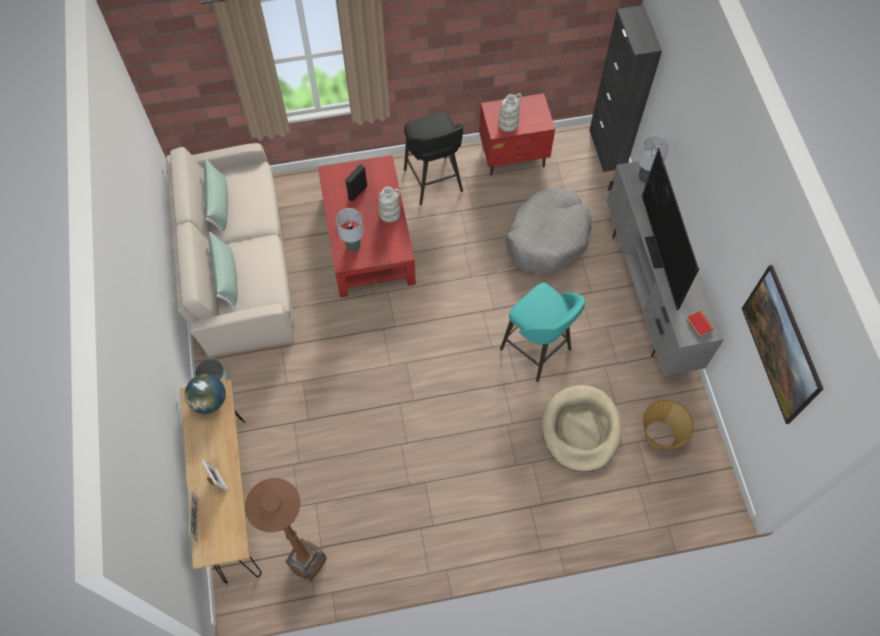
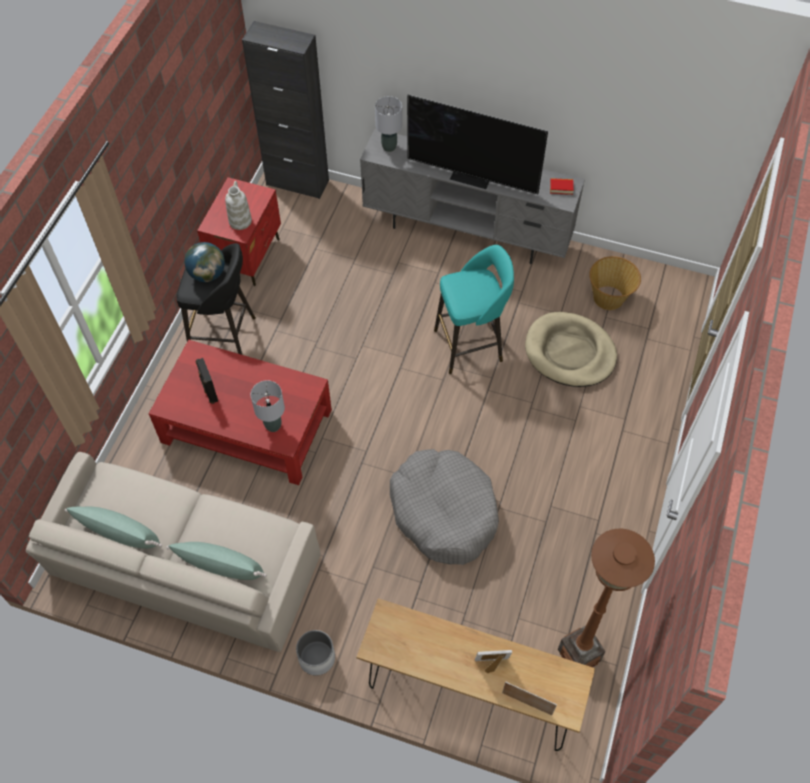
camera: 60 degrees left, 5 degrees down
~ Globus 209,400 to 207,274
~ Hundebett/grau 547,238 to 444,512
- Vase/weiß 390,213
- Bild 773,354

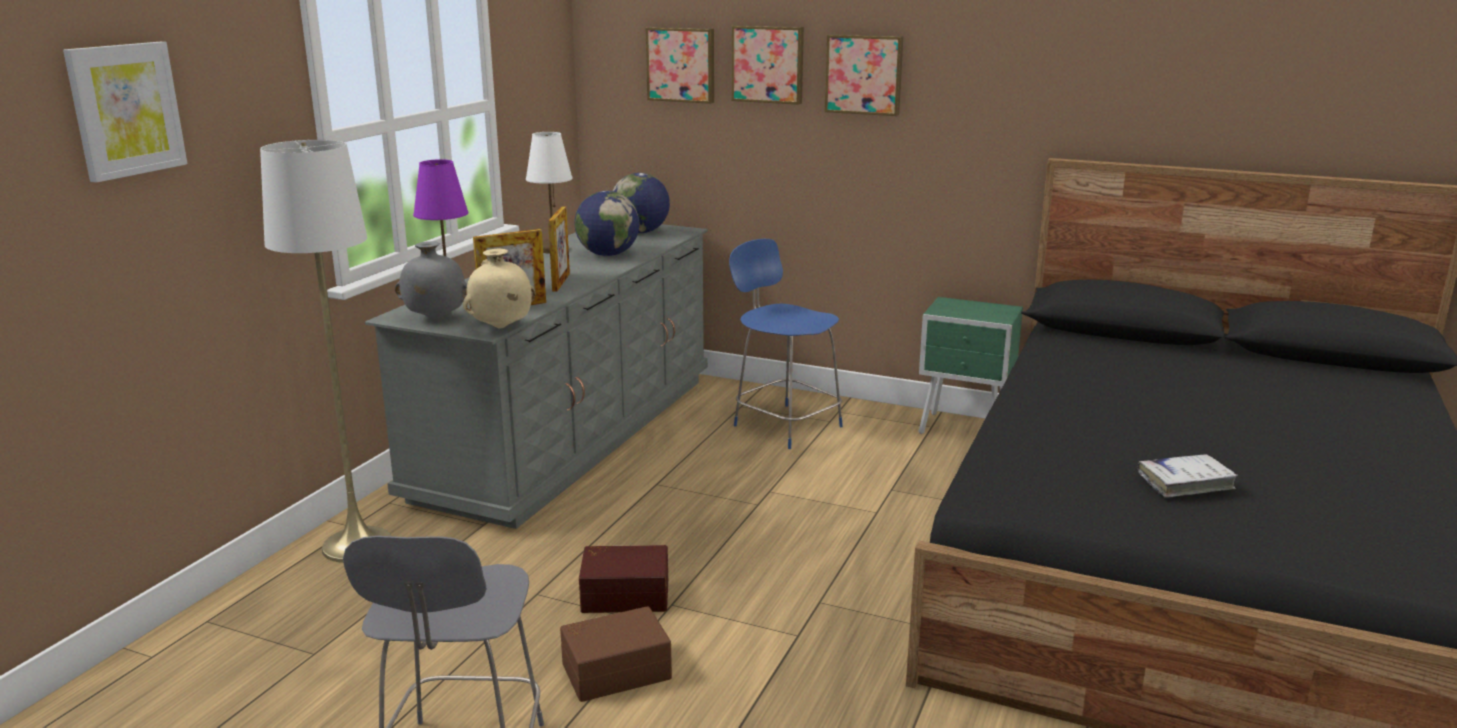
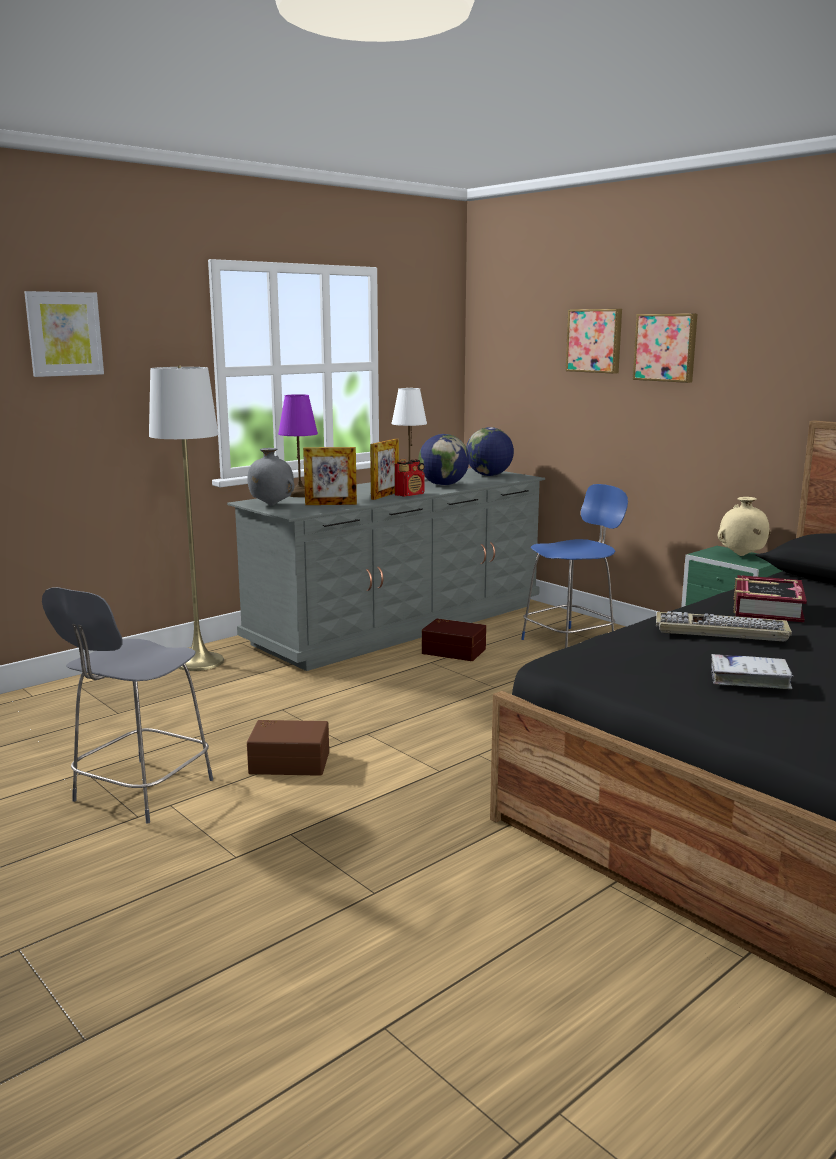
camera: 25 degrees right, 5 degrees down
+ Radio 410,495
~ Aufbewahrungsbox/braun 625,594 to 454,650
~ Stuhl/blau 785,425 = 570,642 75 degrees clockwise
+ Tastatur 720,630
~ Vase/beige 501,328 to 741,555
+ Buch 767,608
- Bild 681,64

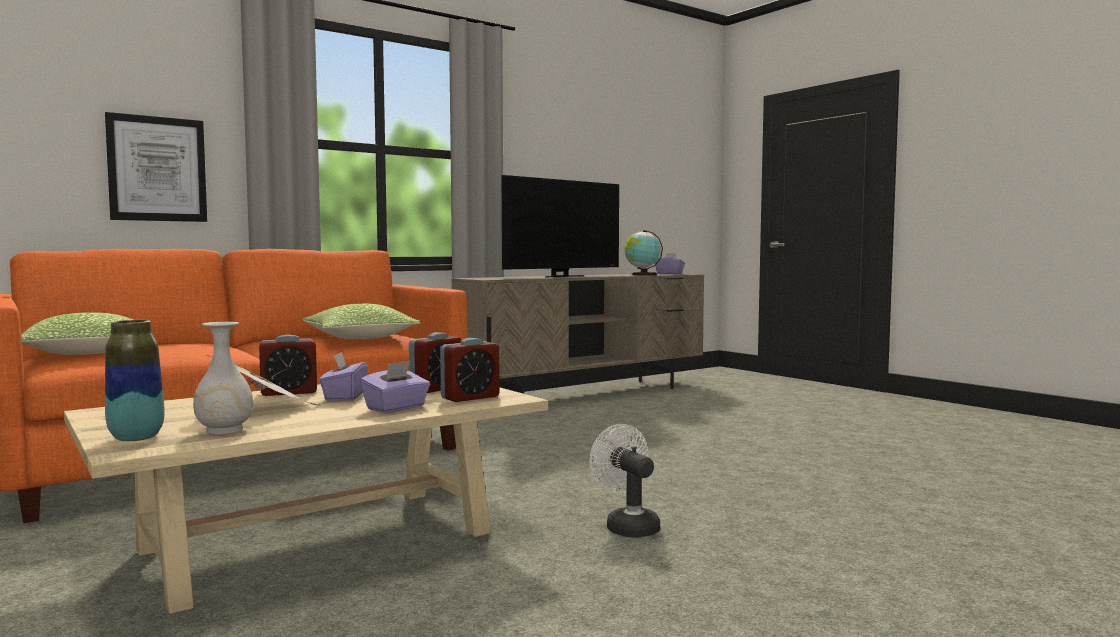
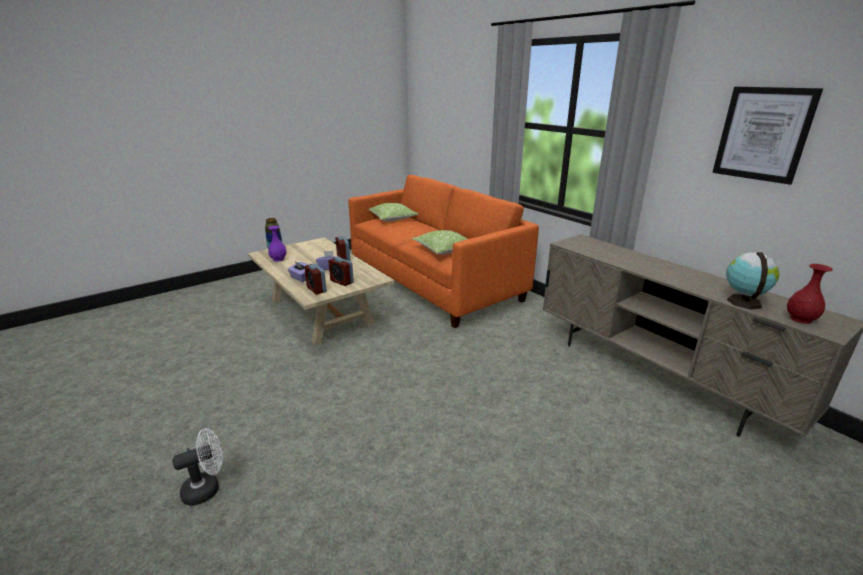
camera: 90 degrees right, 20 degrees up
~ Ventilator/weiß 627,526 to 207,488
~ Vase/weiß 224,430 to Vase/lila 278,259
~ Bild 157,169 to 763,134
~ Taschentuchbox/lila 669,274 to Vase/rot 800,319
- Zeitung 266,408
- Fernseher 562,276

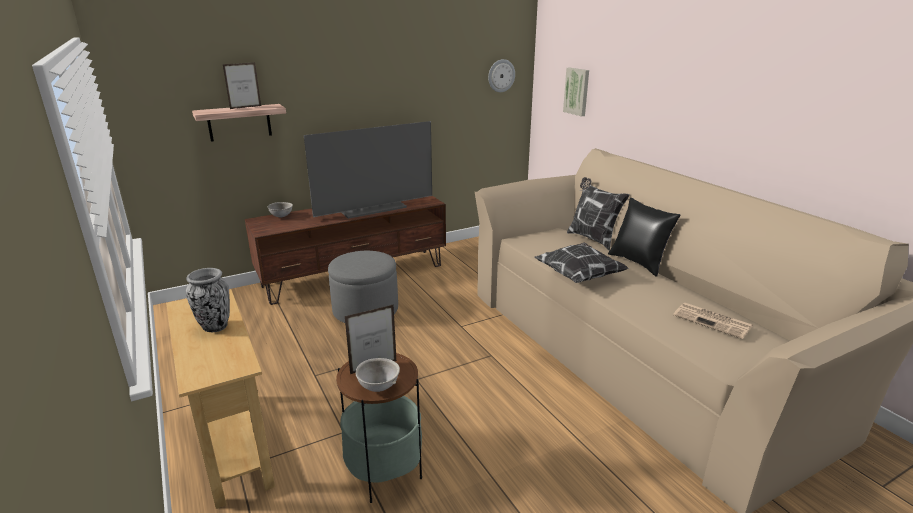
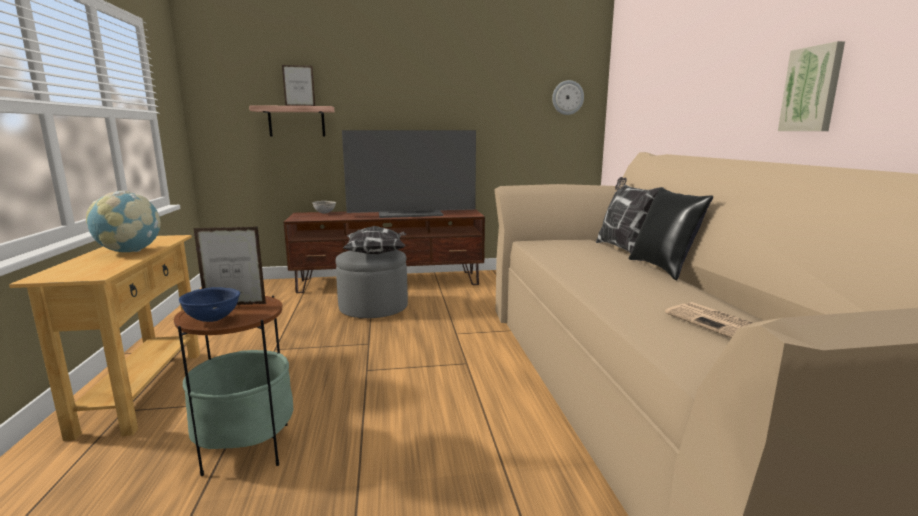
camera: 20 degrees right, 10 degrees down
~ Vase 215,327 to Globus 130,251
~ Schüssel/grau 379,387 to Schüssel/blau 214,319
~ Kissen 578,276 to 377,254
~ Bild 577,91 to 812,89

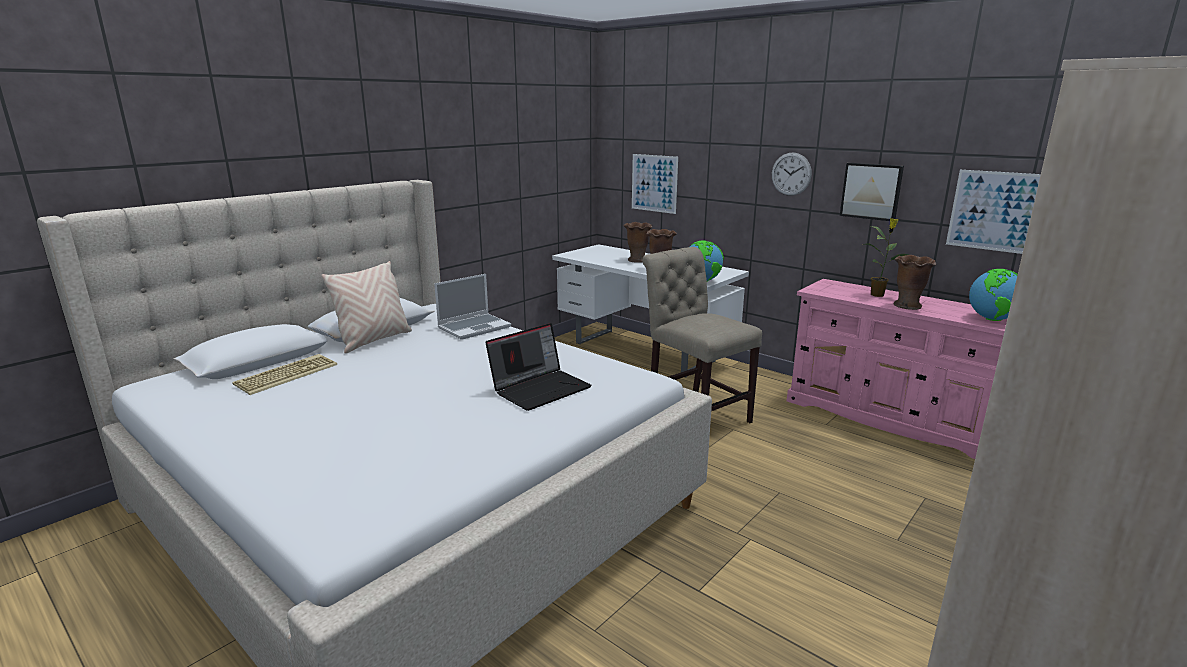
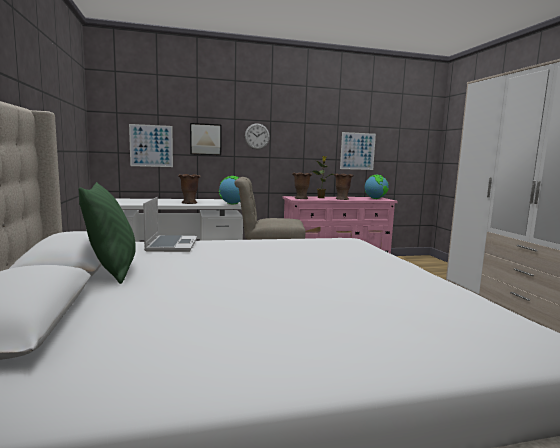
camera: 55 degrees left, 10 degrees down
~ Kissen/beige 374,340 to Kissen/grün 112,270
~ Bild 871,191 to 205,139
~ Vase/braun 637,260 to 301,198
- Tastatur 287,374
- Laptop 540,388

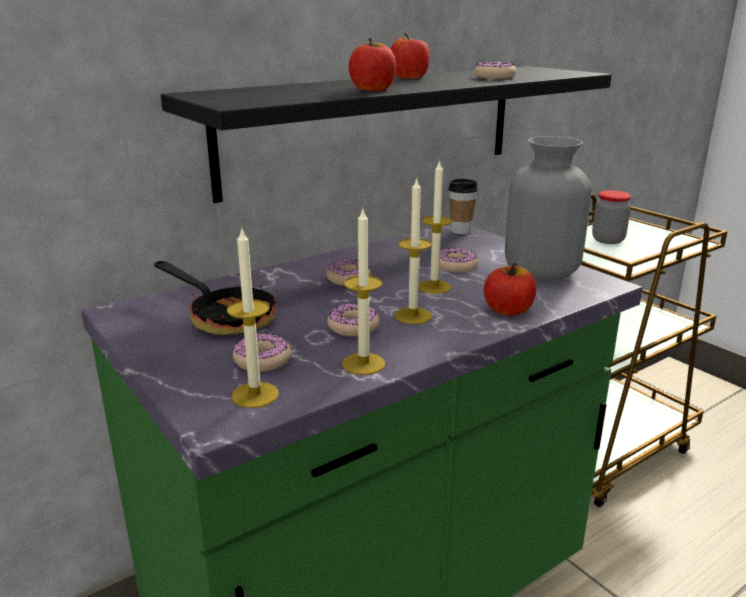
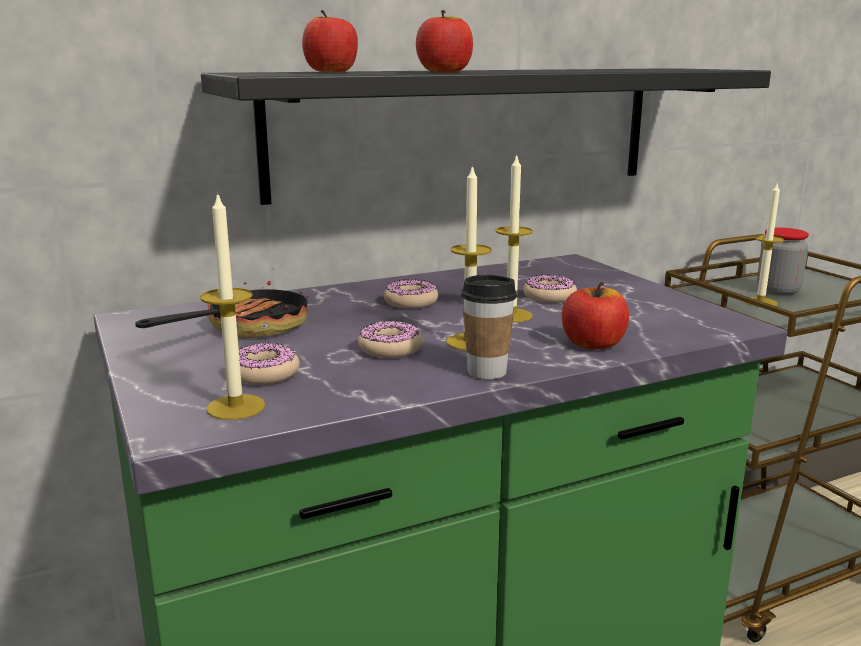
camera: 10 degrees right, 5 degrees down
~ Pfanne 225,316 = 246,329 105 degrees counterclockwise
~ Apfel 409,78 to 331,71
~ Tasse 460,231 to 487,372
~ Kerze 363,364 to 760,302
- Donut 494,77
- Vase/grau 541,272

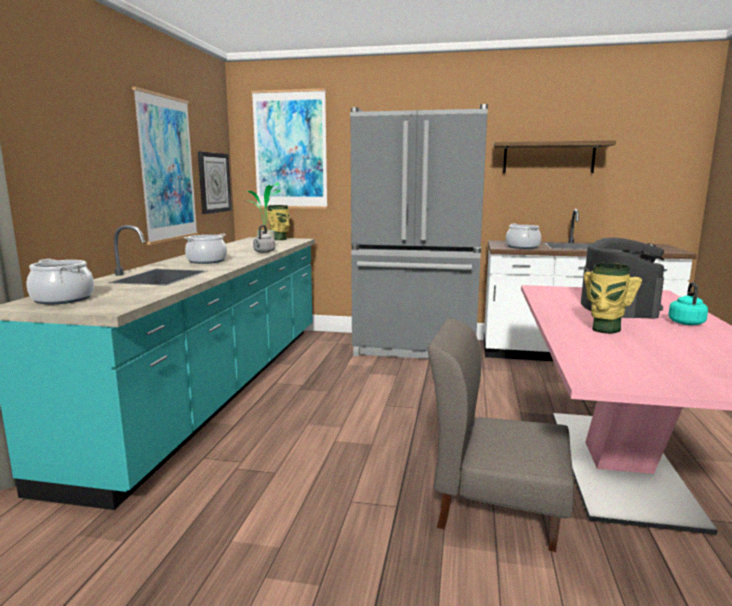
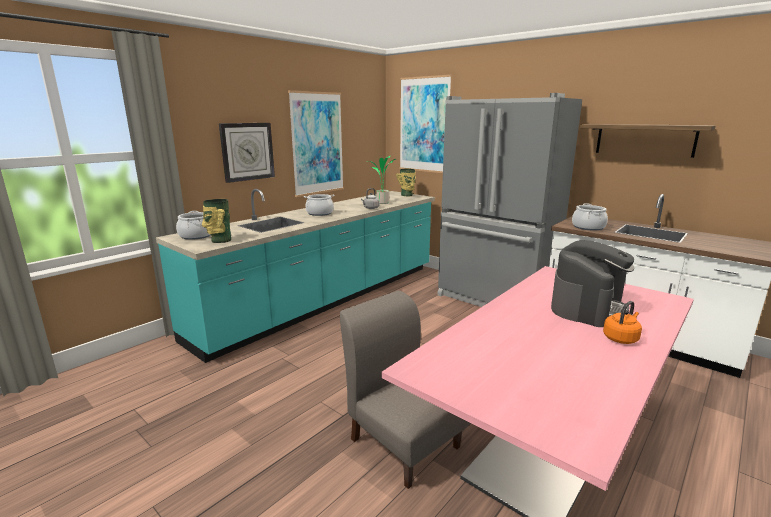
camera: 30 degrees right, 5 degrees up
~ Vase 604,329 to 220,240
~ Wanduhr 214,182 to 247,151
~ Wasserkessel/türkis 685,322 to Wasserkessel/orange 621,338

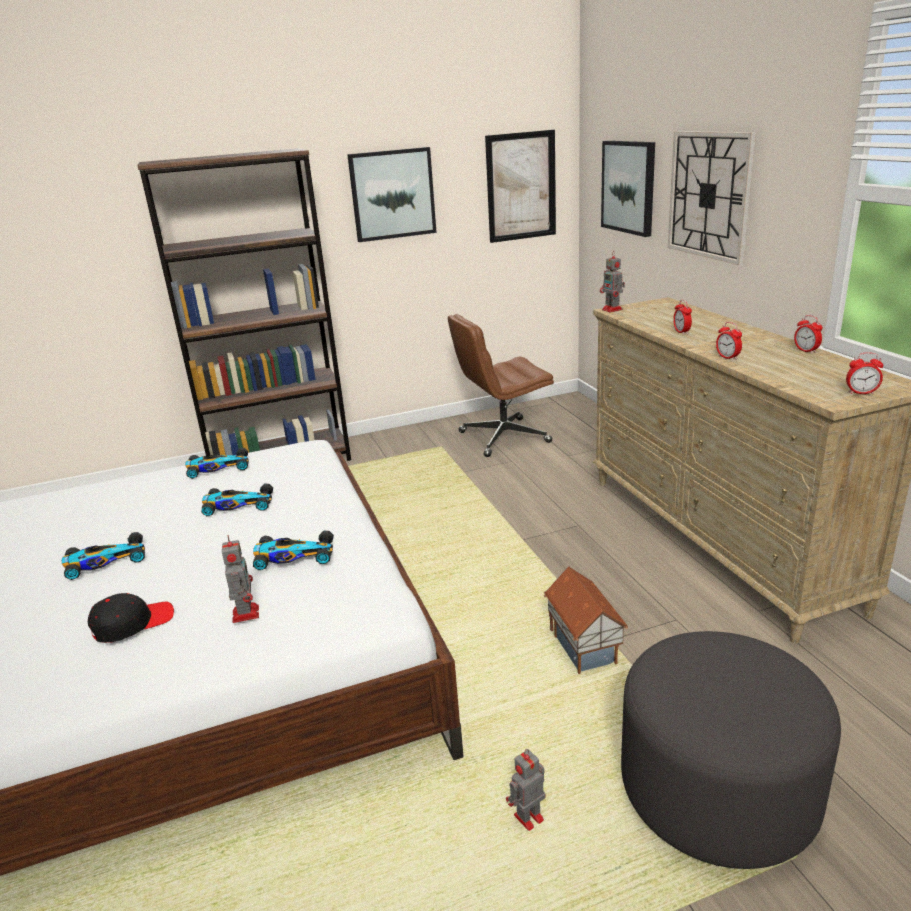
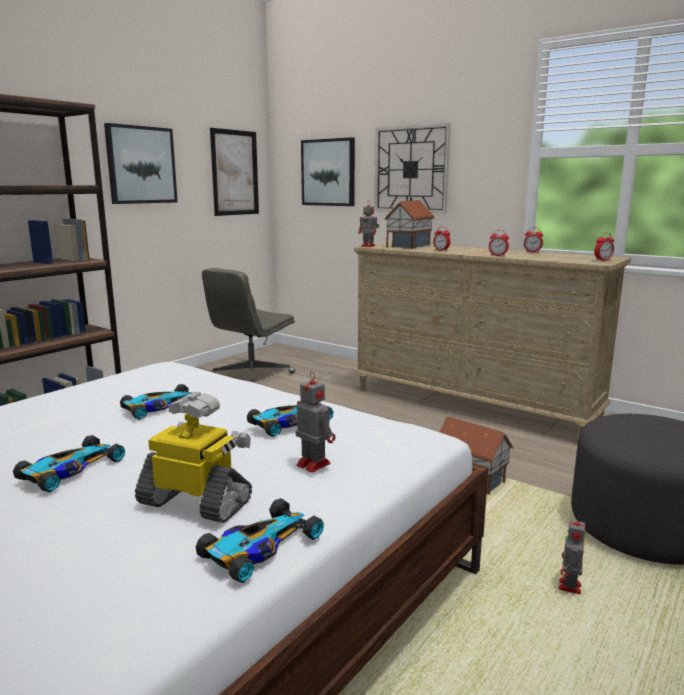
camera: 35 degrees left, 10 degrees down
~ Kappe/schwarz 133,623 to Spielzeugroboter 197,502
~ Spielzeugauto 217,468 to 259,548
~ Bürostuhl/braun 503,437 to Bürostuhl/grau 251,376
+ Spielzeughaus 408,246

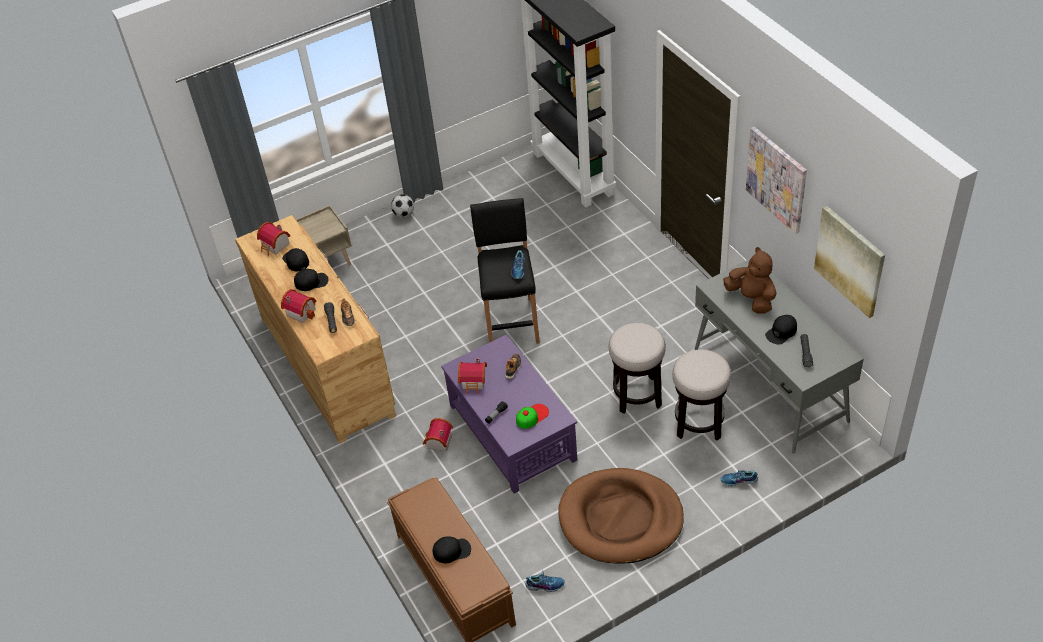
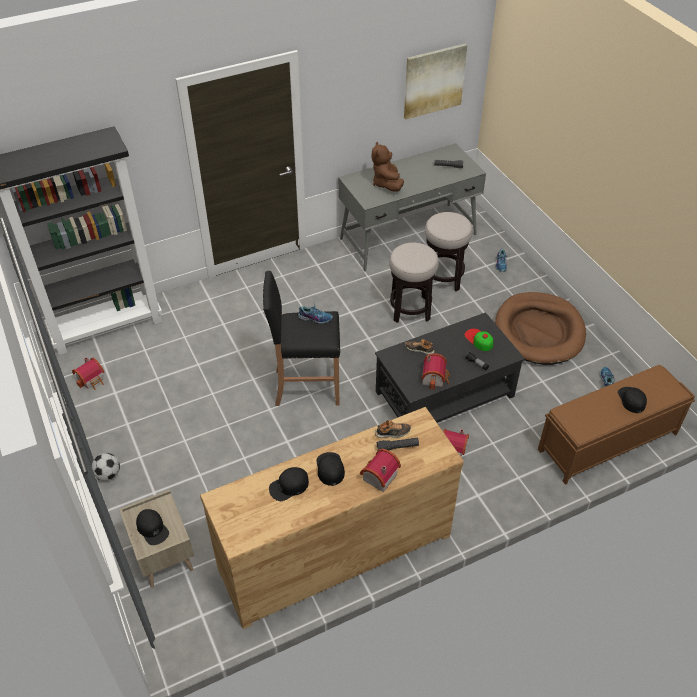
camera: 90 degrees left, 0 degrees up
~ Spielzeughaus 275,246 to 92,379
~ Kappe/schwarz 781,332 to 152,528
~ Plüschtier/braun 751,298 = 386,183 60 degrees counterclockwise
~ Couchtisch/lila 512,431 to Couchtisch/schwarz 444,394
- Bild 777,179

